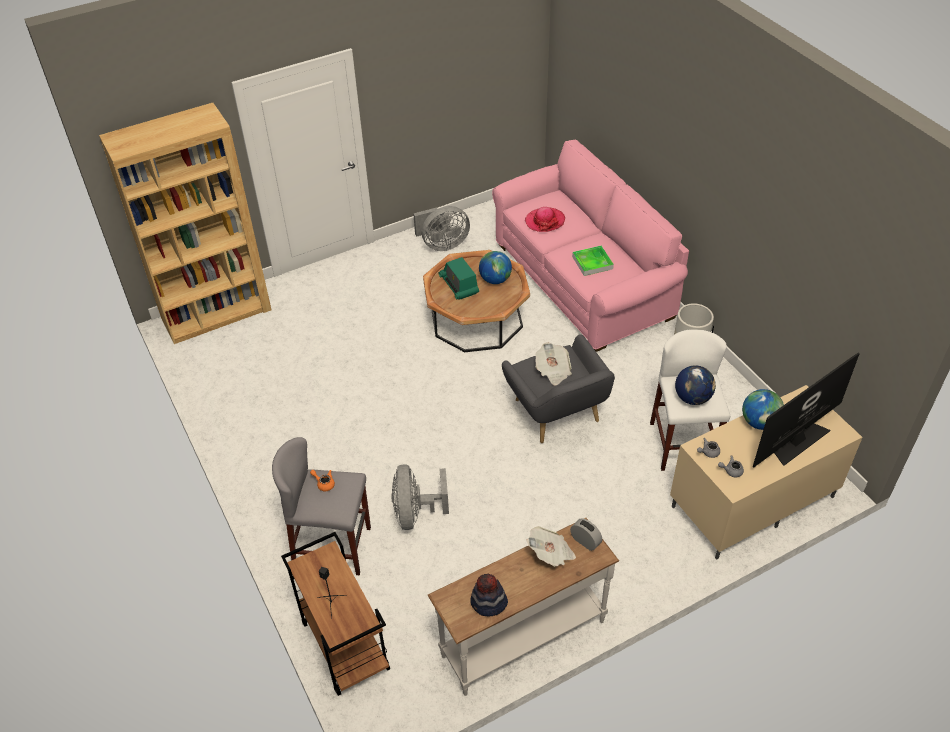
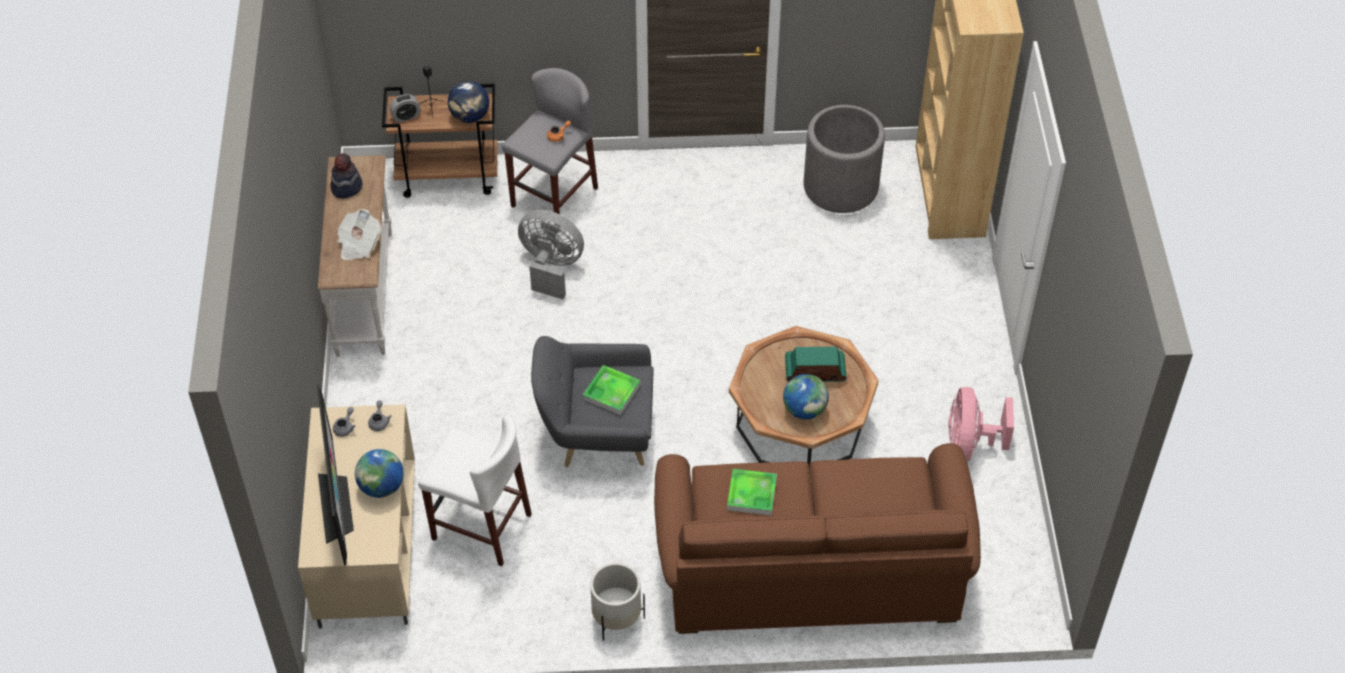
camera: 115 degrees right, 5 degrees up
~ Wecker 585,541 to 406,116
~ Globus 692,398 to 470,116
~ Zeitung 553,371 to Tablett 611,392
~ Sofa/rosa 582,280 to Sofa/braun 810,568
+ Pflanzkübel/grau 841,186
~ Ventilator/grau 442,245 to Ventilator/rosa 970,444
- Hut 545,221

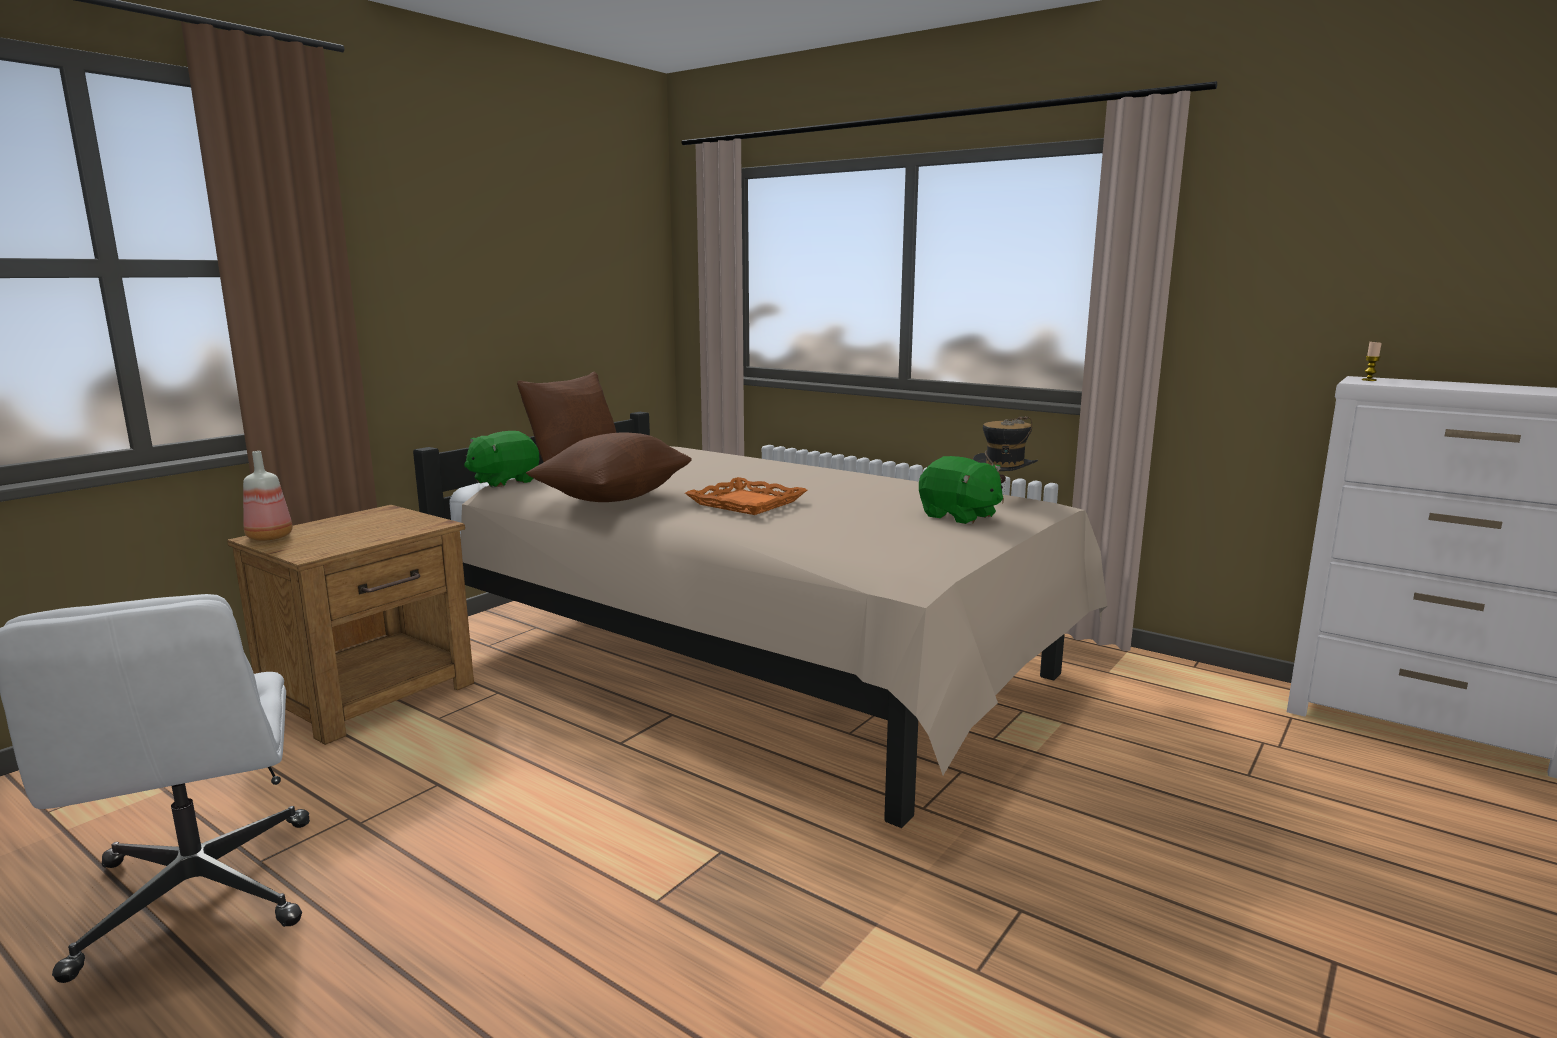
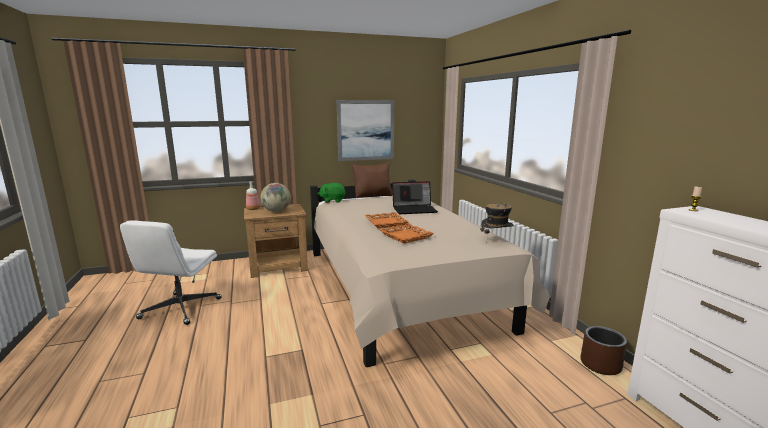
camera: 35 degrees right, 0 degrees up
+ Globus 276,211
+ Bild 366,130
+ Tablett/orange 405,236
+ Laptop 414,209
+ Pflanzkübel/braun 600,364
- Kissen/braun 613,498
- Plüschtier/grün 959,516

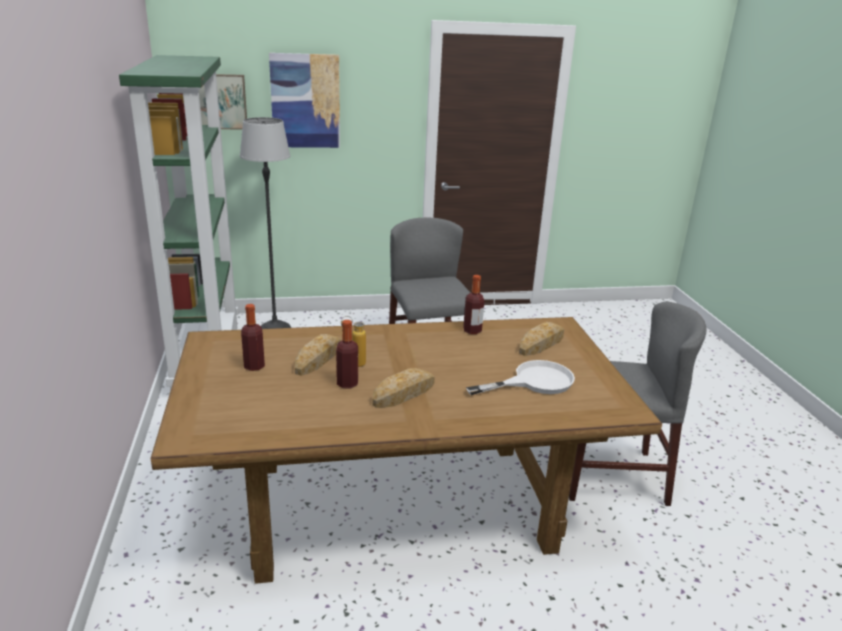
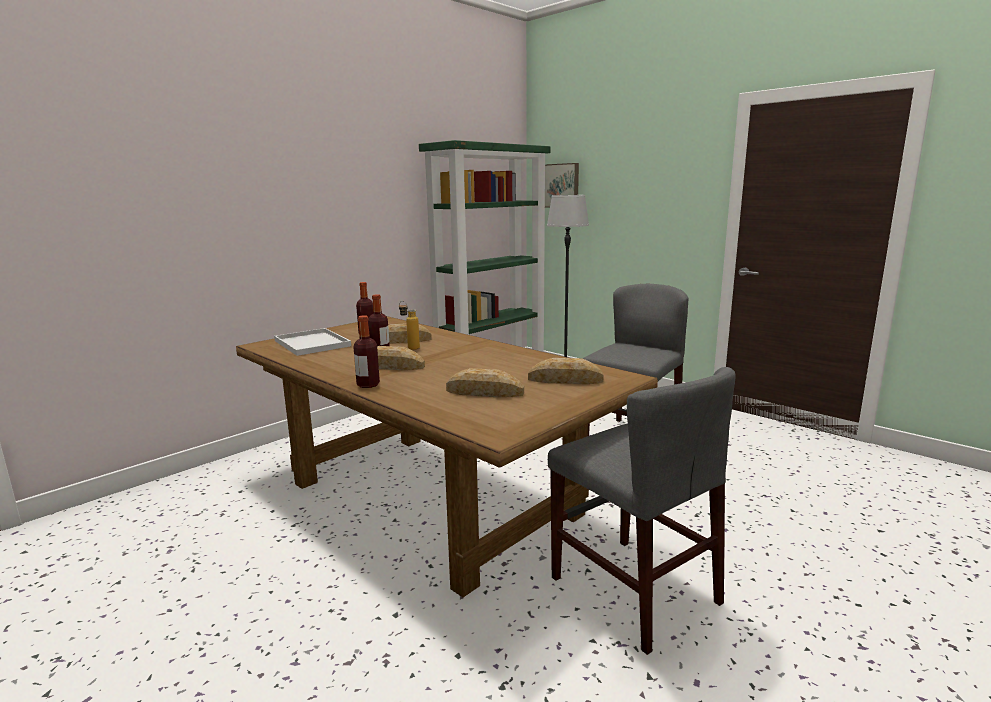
camera: 55 degrees right, 10 degrees down
+ Tablett/weiß 310,343
~ Flasche 472,330 to 368,385
~ Pfanne/weiß 533,381 to Brot 484,392
- Bild 305,101

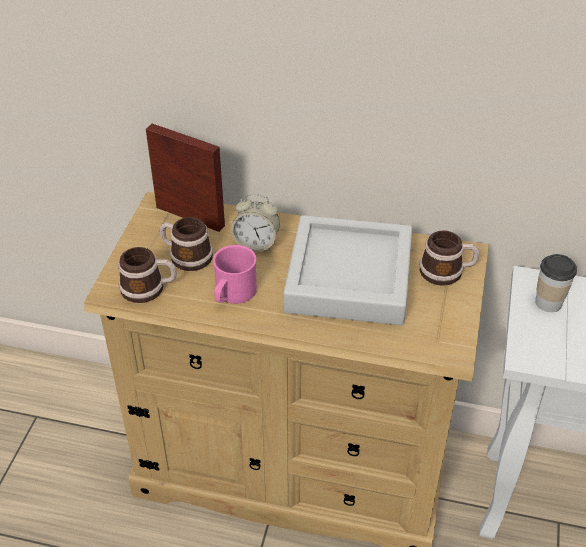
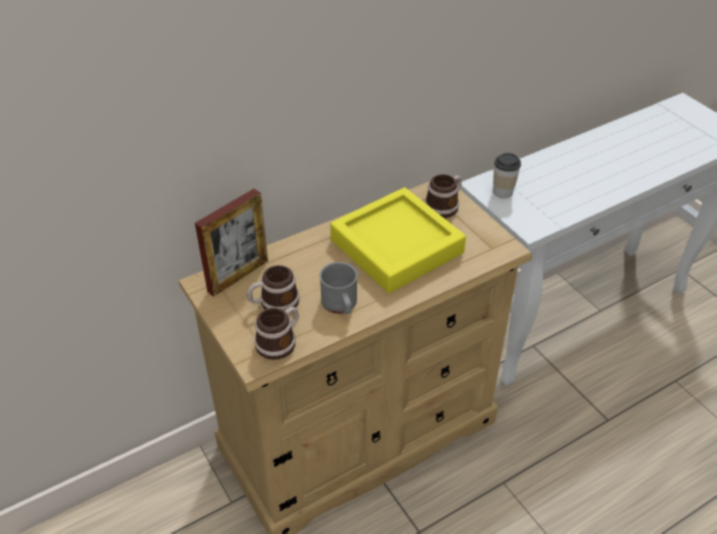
camera: 45 degrees left, 0 degrees up
~ Bilderrahmen 190,216 = 238,276 150 degrees clockwise
~ Henkelbecher/rosa 232,294 to Henkelbecher/grau 341,305
~ Tablett/grau 349,278 to Tablett/gelb 396,246
- Wecker 256,244

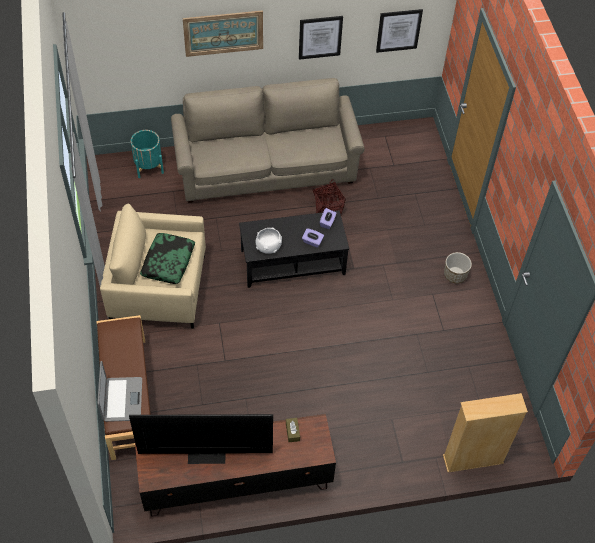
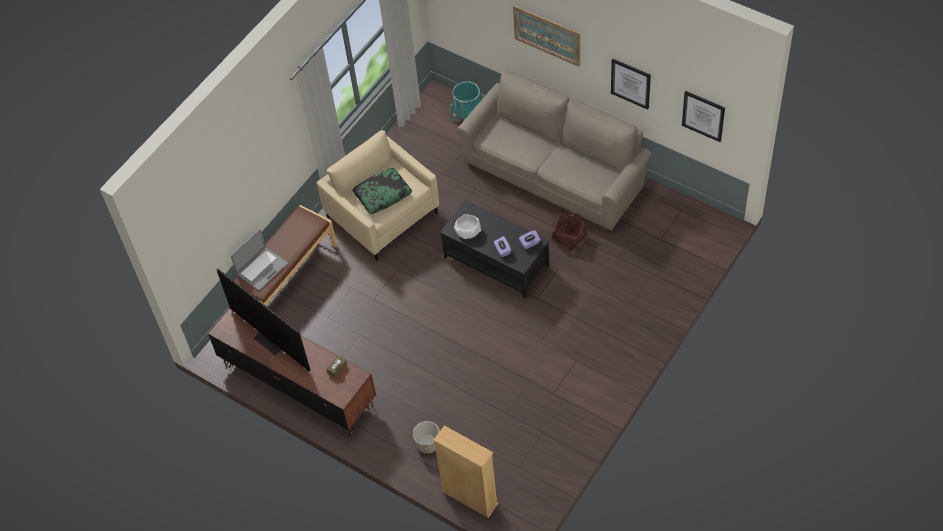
camera: 50 degrees right, 0 degrees up
~ Pflanzkübel 455,275 to 428,443

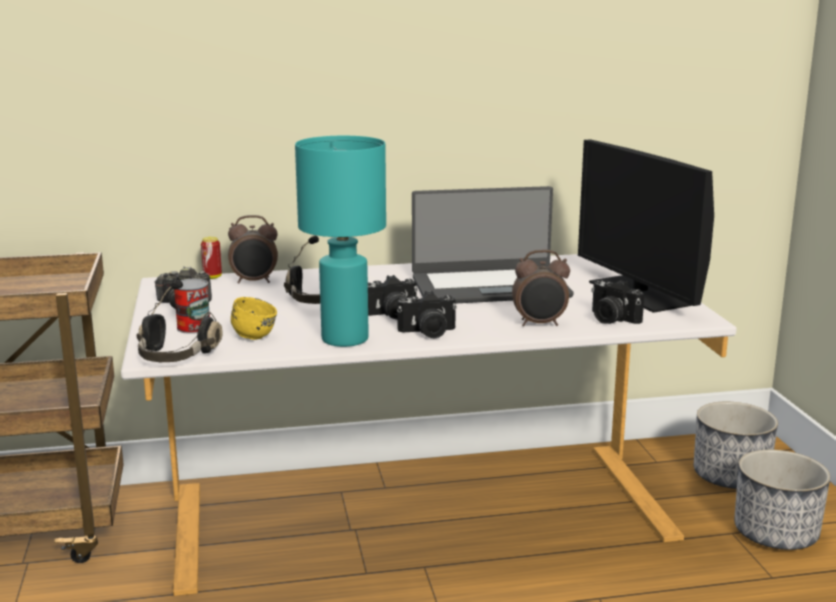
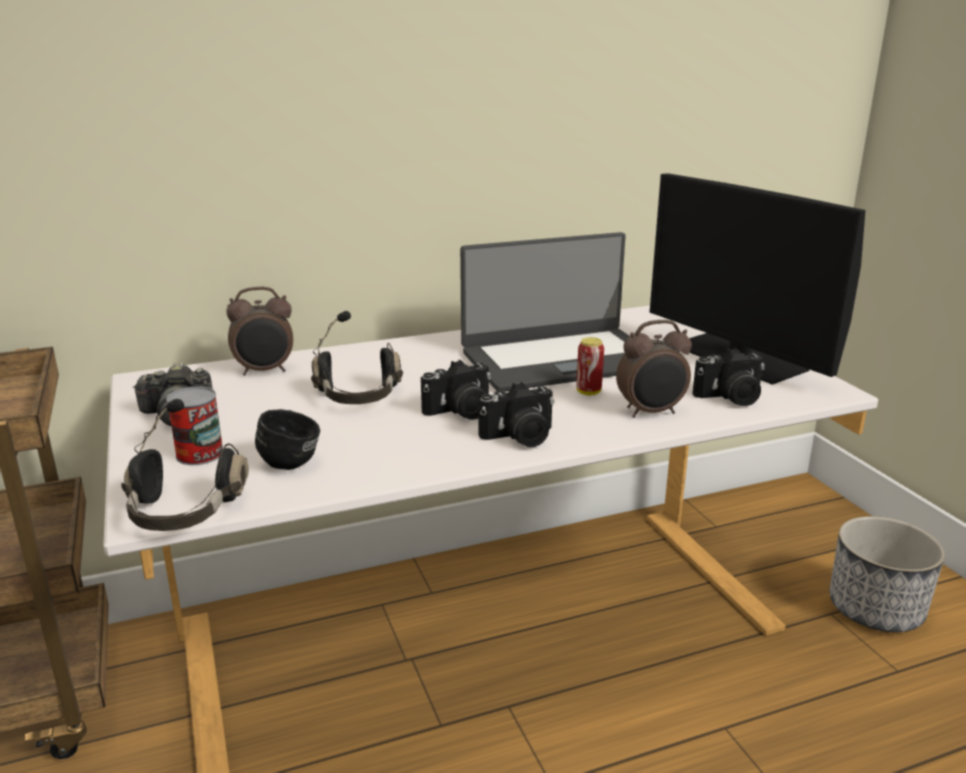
camera: 10 degrees left, 5 degrees up
~ Henkelbecher/gelb 257,335 to Henkelbecher/schwarz 293,459
~ Dose 212,277 to 588,392
~ Kamera 611,319 = 730,398 45 degrees counterclockwise
- Tischlampe/türkis 345,339
- Pflanzkübel 731,476

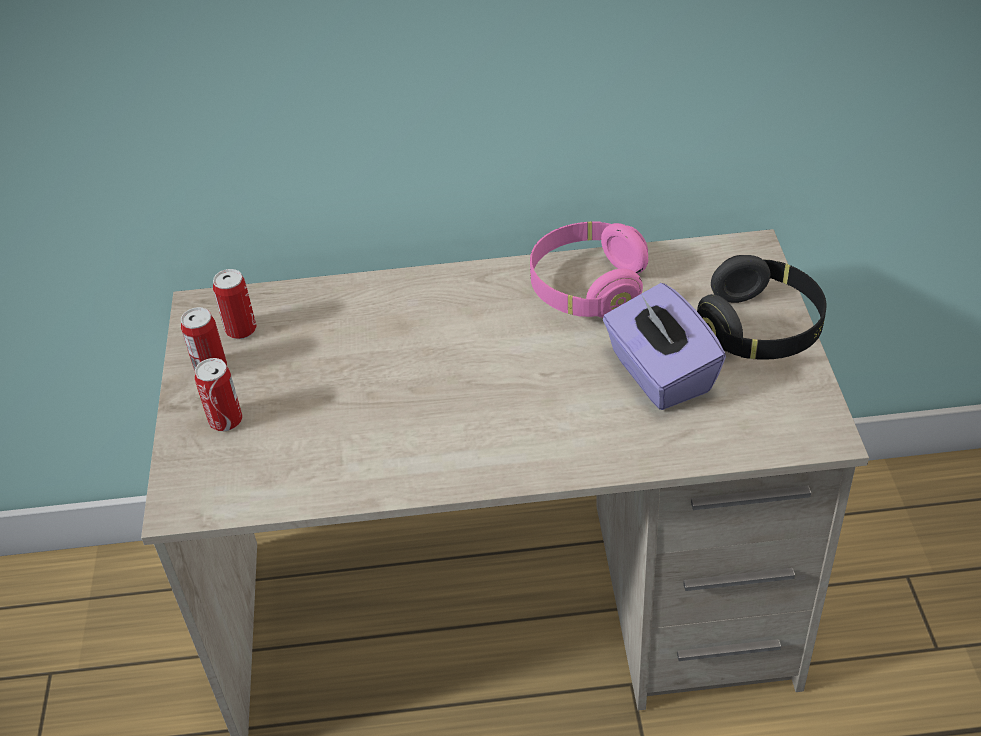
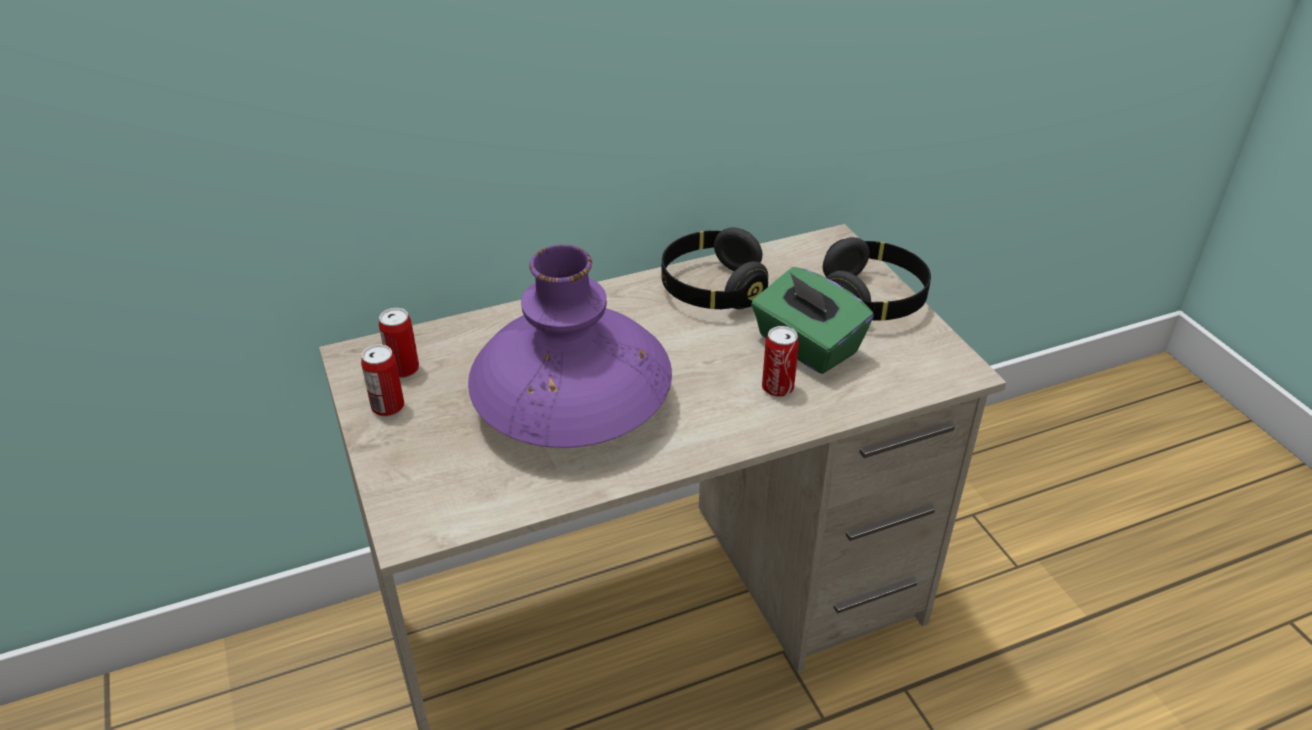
camera: 20 degrees left, 5 degrees down
+ Vase/lila 572,404
~ Kopfhörer/rosa 587,288 to Kopfhörer/schwarz 712,289
~ Taschentuchbox/lila 659,374 to Taschentuchbox/grün 806,346
~ Dose 225,420 to 777,388

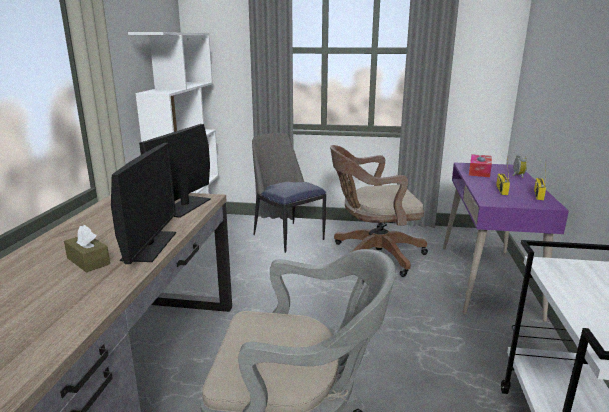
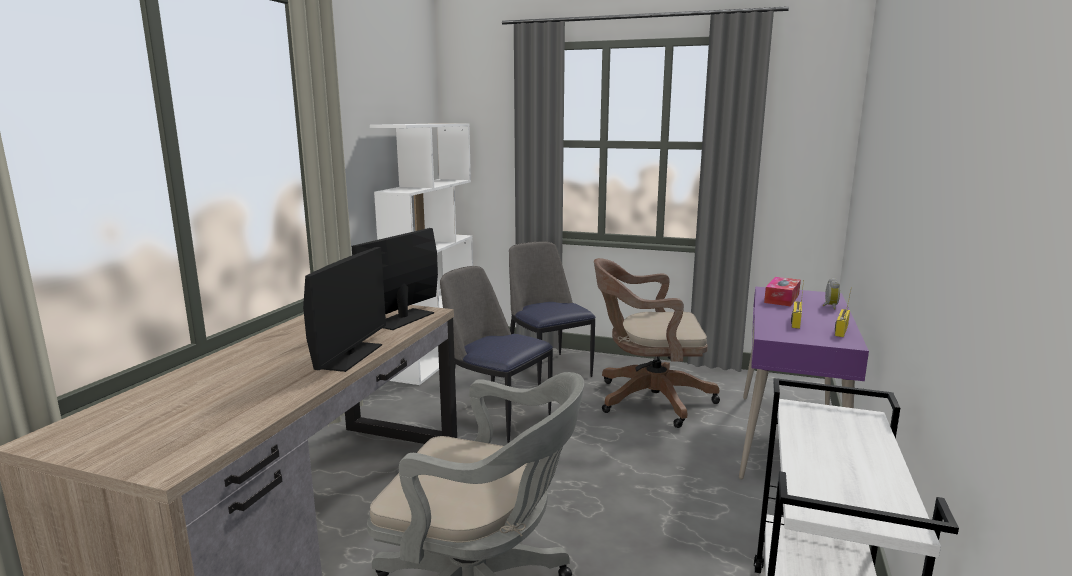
camera: 10 degrees right, 5 degrees down
+ Stuhl 496,416
- Taschentuchbox/braun 88,261

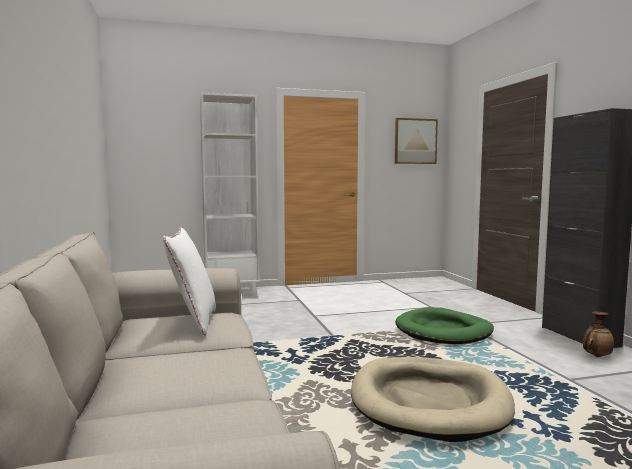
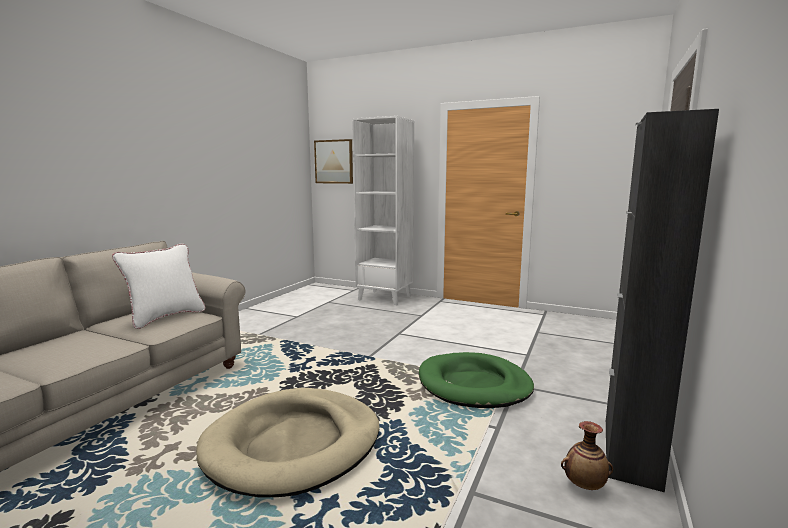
camera: 40 degrees right, 5 degrees up
~ Bild 415,141 to 334,161

